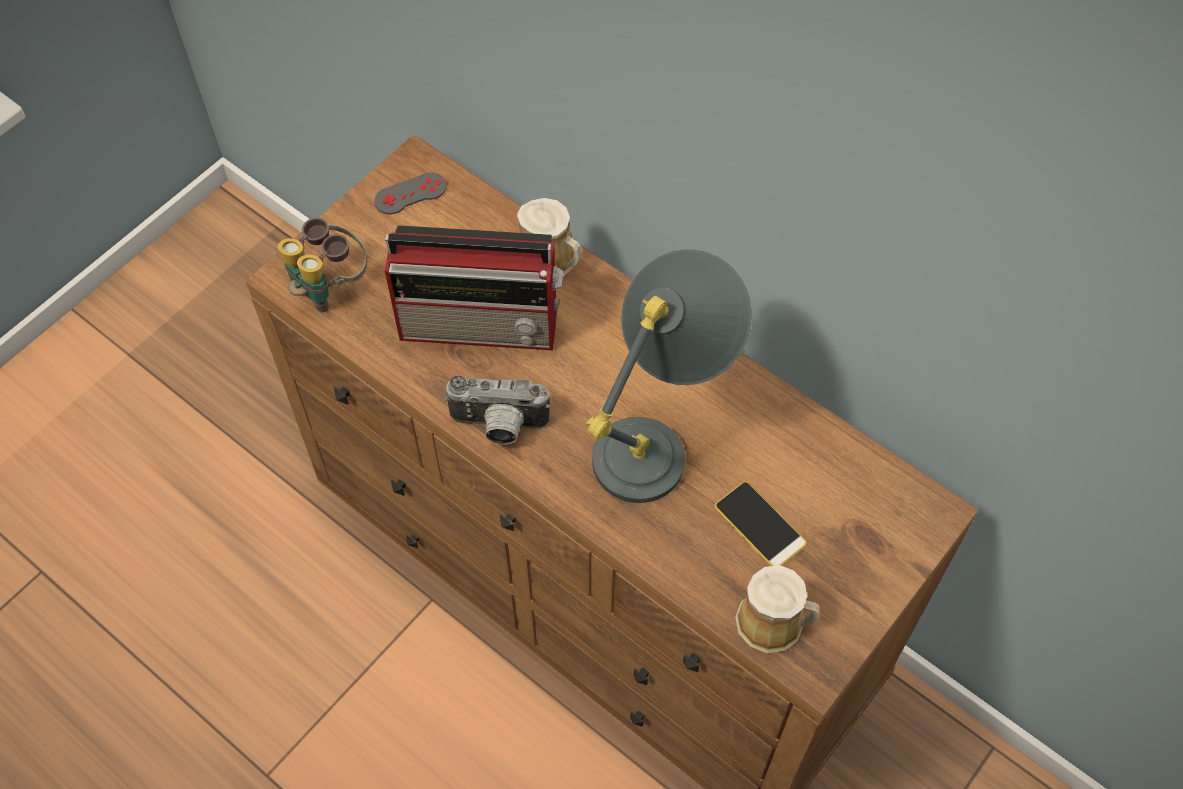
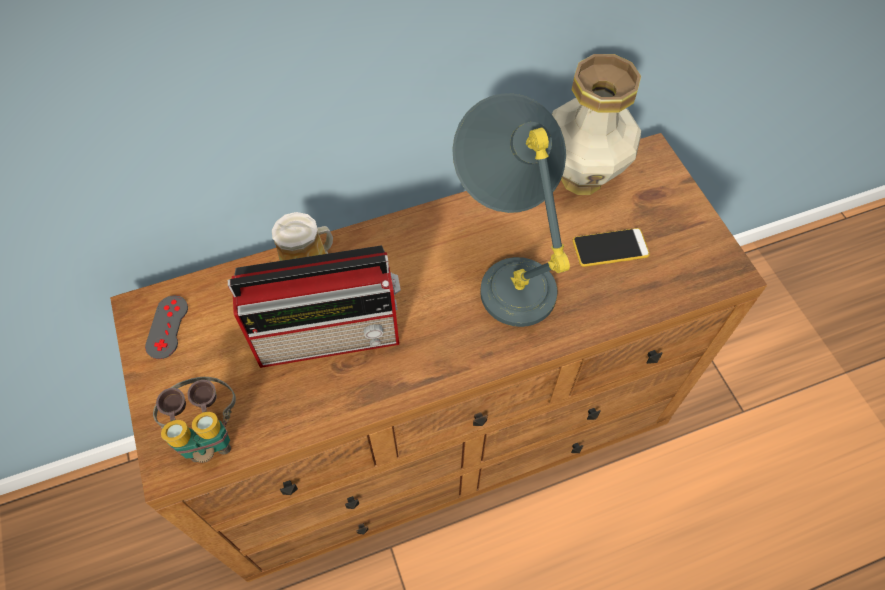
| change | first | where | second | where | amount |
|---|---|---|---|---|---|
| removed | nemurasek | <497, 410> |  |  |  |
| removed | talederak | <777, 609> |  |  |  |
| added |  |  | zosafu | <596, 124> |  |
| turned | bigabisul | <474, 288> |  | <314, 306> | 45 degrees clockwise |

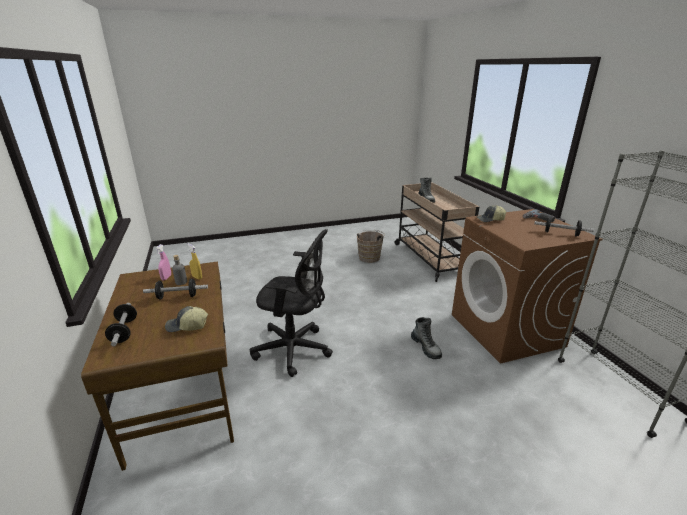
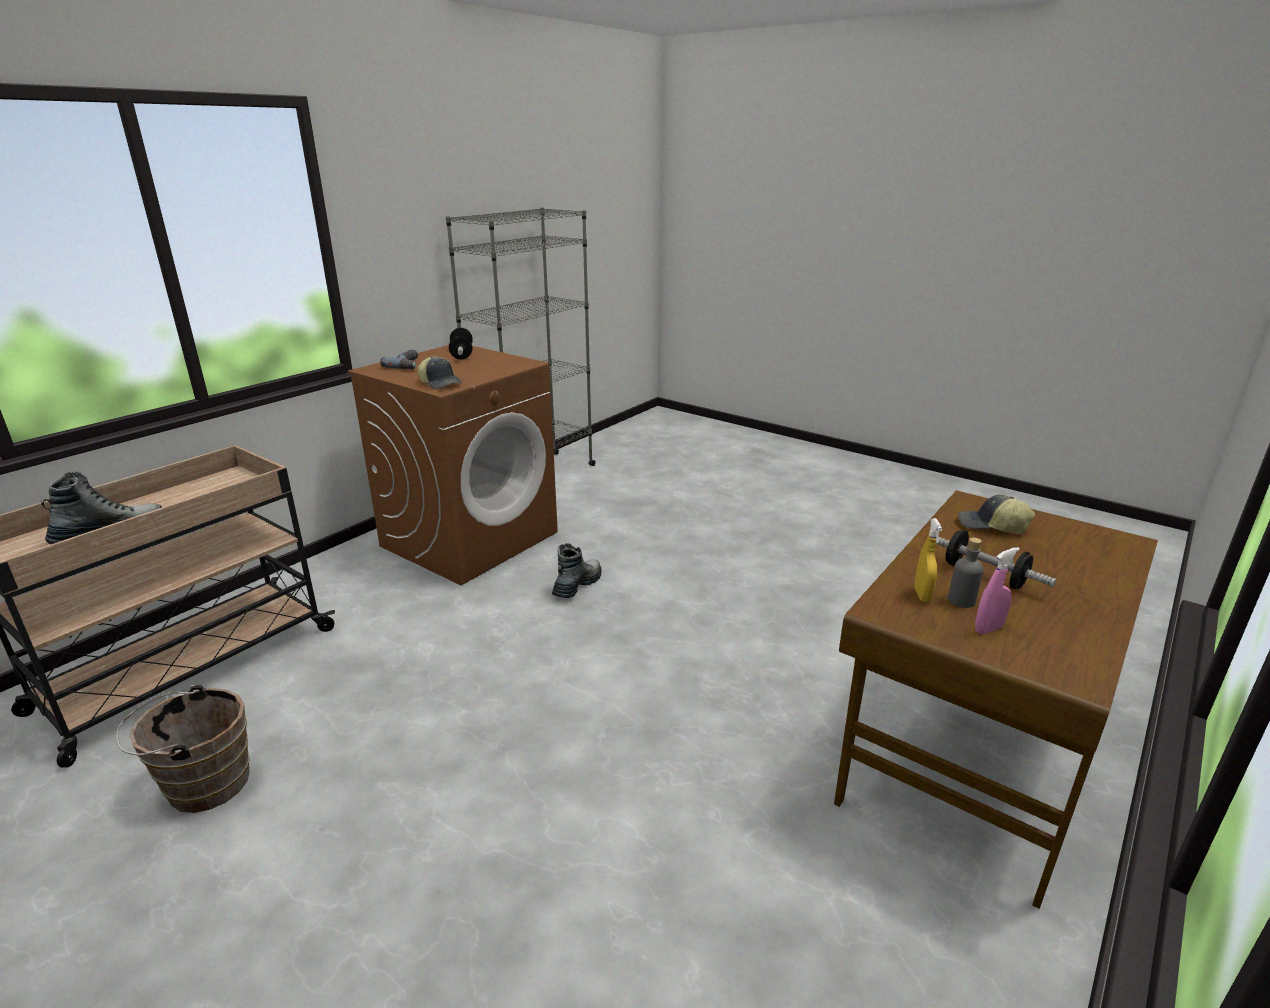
| change | first | where | second | where | amount |
|---|---|---|---|---|---|
| removed | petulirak | <121, 324> |  |  |  |
| removed | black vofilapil | <291, 303> |  |  |  |
| turned | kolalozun | <186, 319> |  | <996, 514> | 150 degrees clockwise |

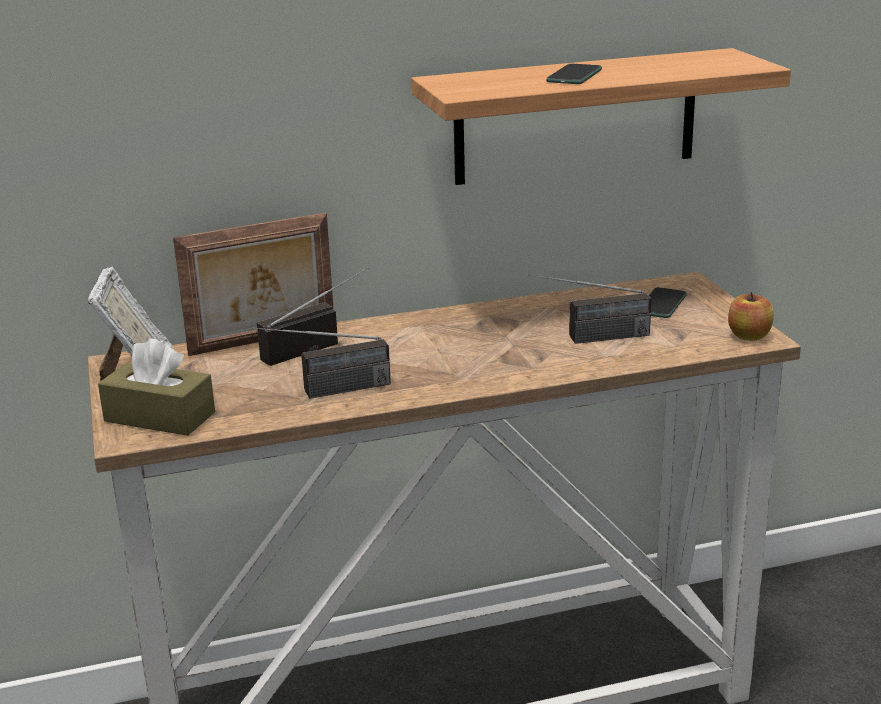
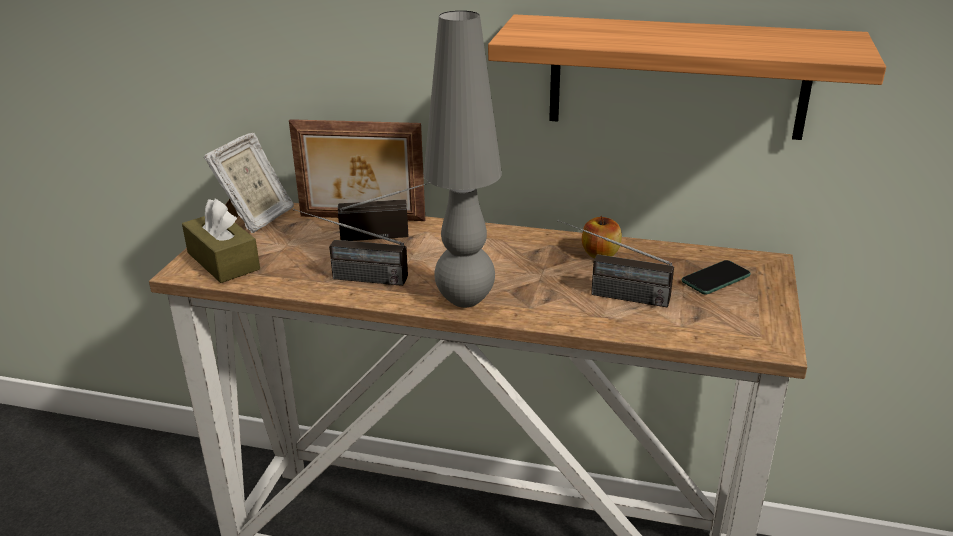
| change | first | where | second | where | amount |
|---|---|---|---|---|---|
| removed | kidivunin | <574, 74> |  |  |  |
| added |  |  | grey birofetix | <463, 159> |  |
| moved | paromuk | <751, 316> |  | <602, 237> |  |

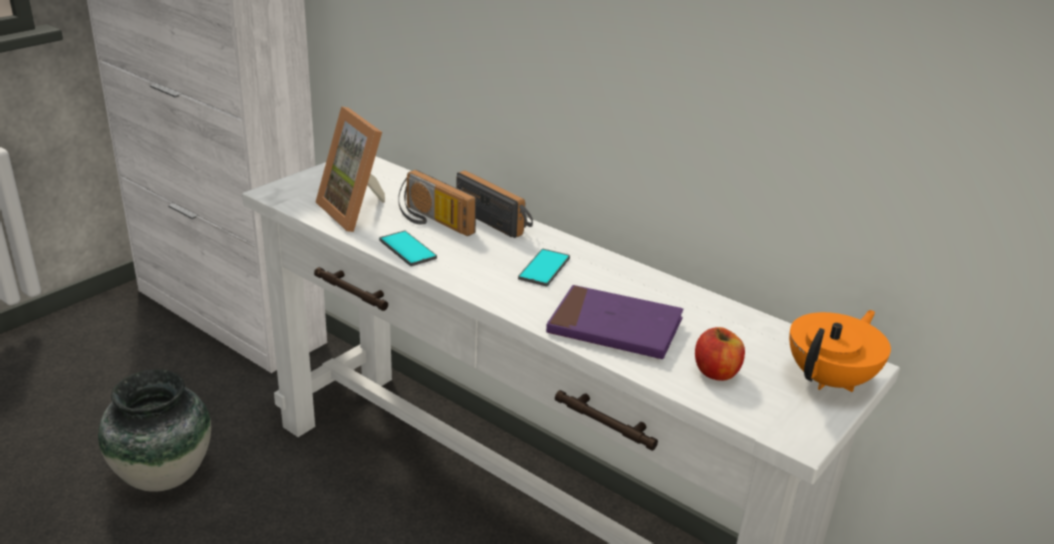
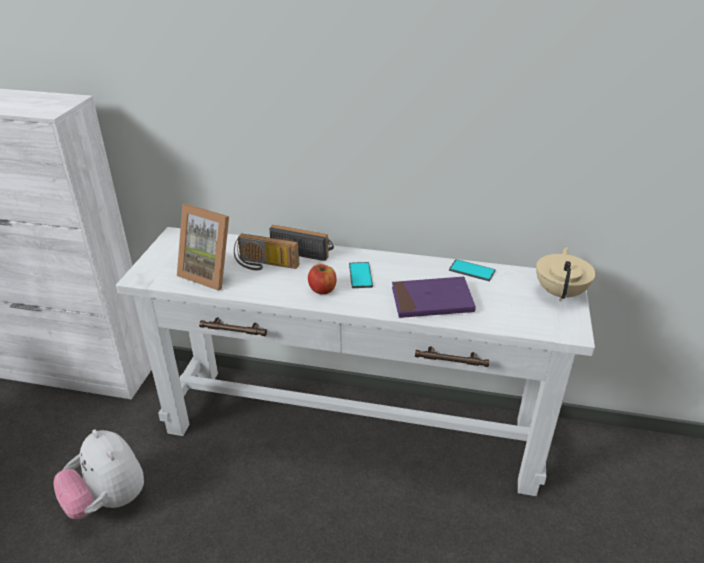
| change | first | where | second | where | amount |
|---|---|---|---|---|---|
| moved | kidivunin | <408, 248> |  | <472, 270> |  |
| moved | paromuk | <720, 354> |  | <322, 279> |  |
| replaced | zosafu | <154, 430> | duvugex | <98, 474> |  |
| recoloured | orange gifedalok | <840, 351> | beige gifedalok | <566, 273> |  |

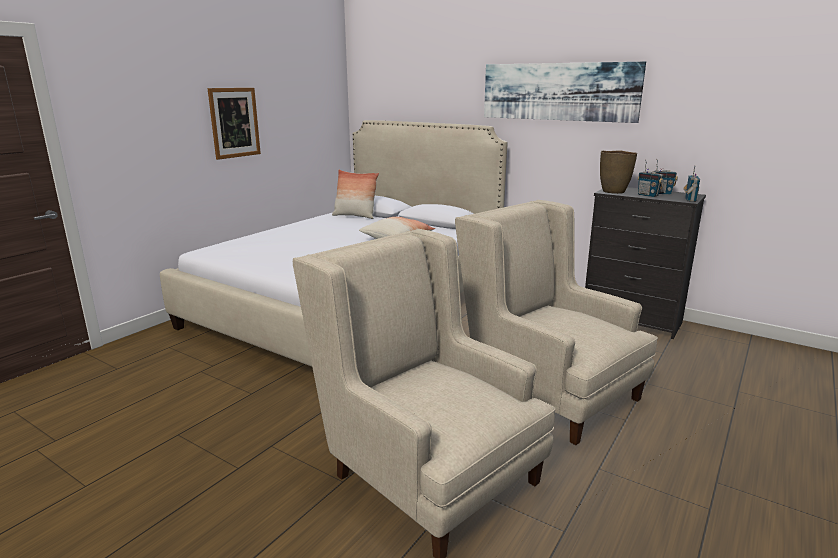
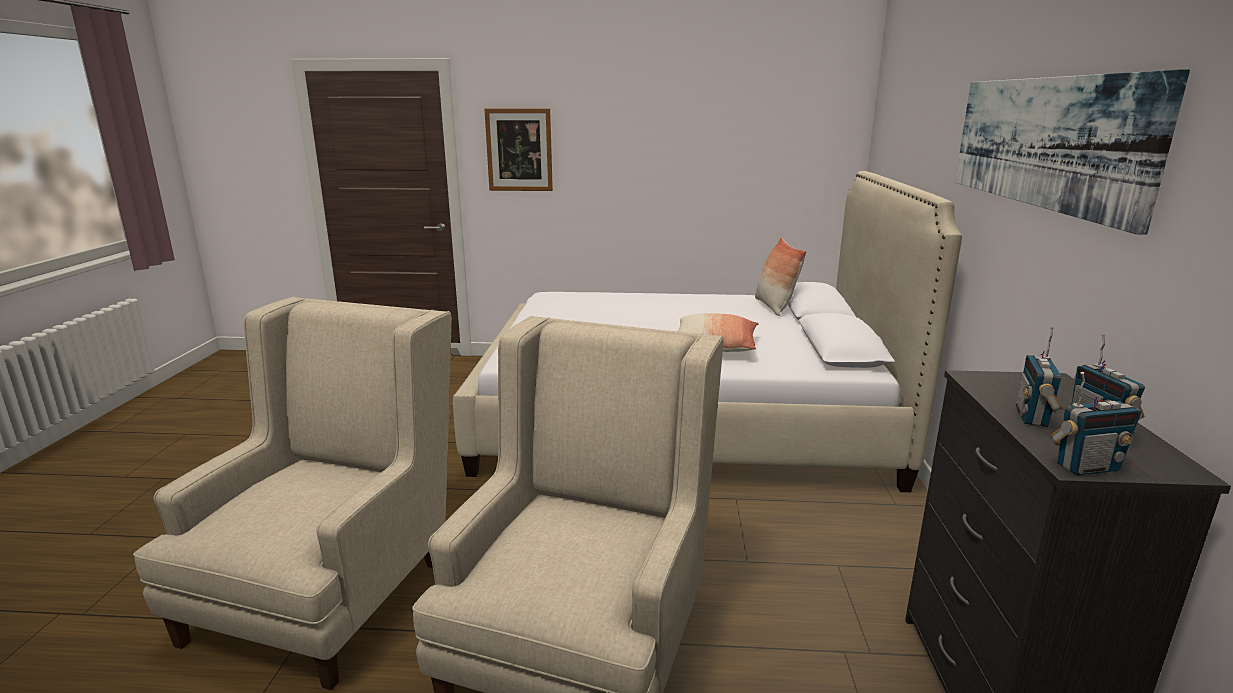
| change | first | where | second | where | amount |
|---|---|---|---|---|---|
| removed | brown zosafu | <618, 172> |  |  |  |
| moved | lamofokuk | <234, 124> |  | <518, 149> |  |

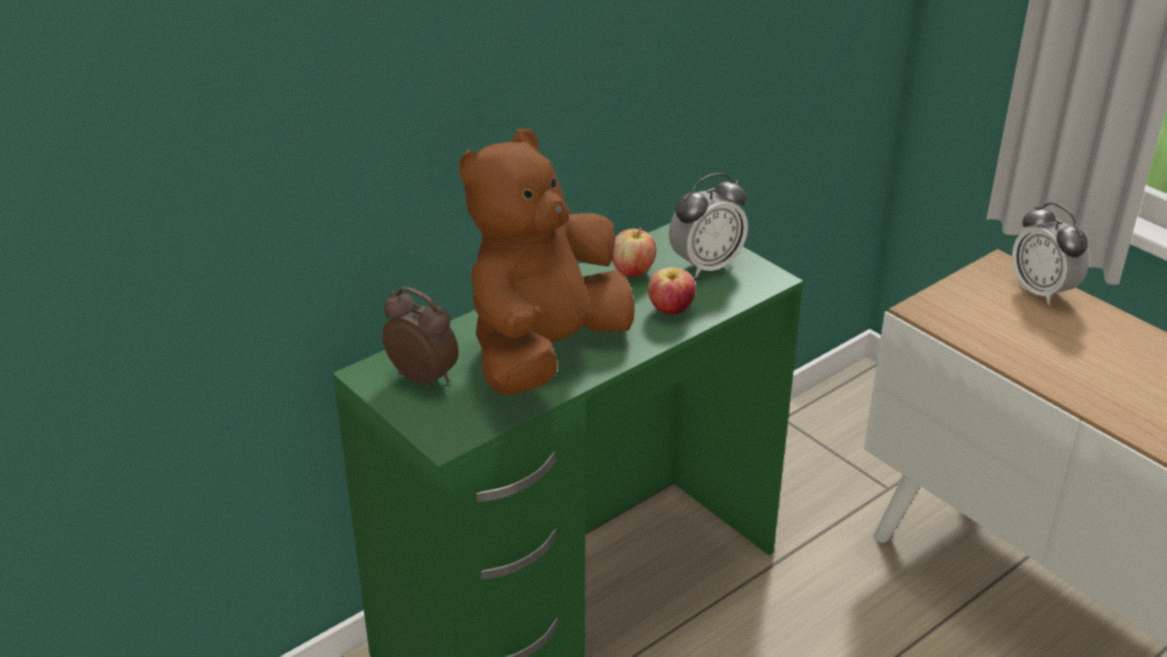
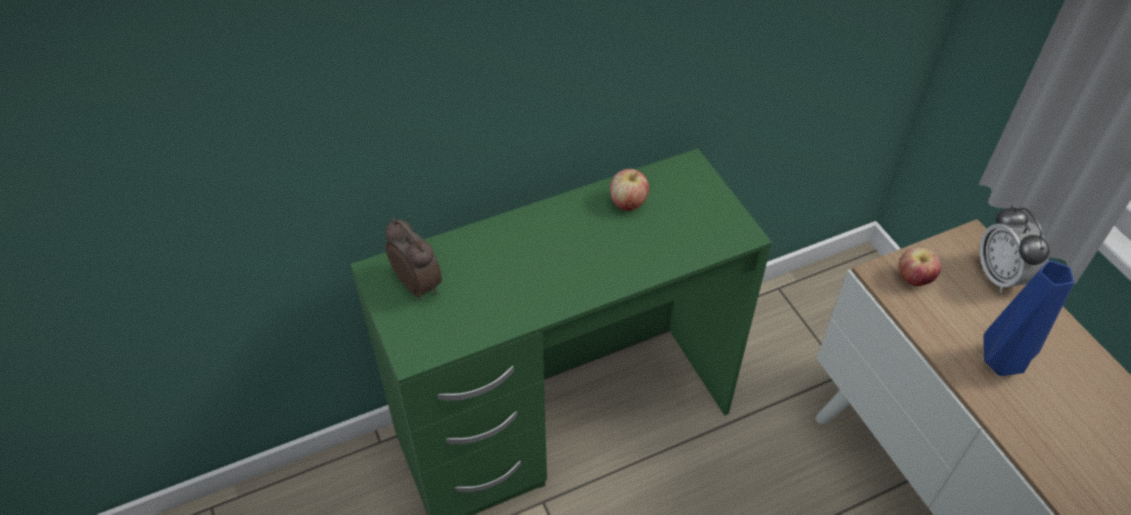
| change | first | where | second | where | amount |
|---|---|---|---|---|---|
| removed | brown duvugex | <547, 262> |  |  |  |
| removed | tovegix | <708, 225> |  |  |  |
| added |  |  | blue zosafu | <1029, 318> |  |
| moved | paromuk | <672, 291> |  | <920, 266> |  |

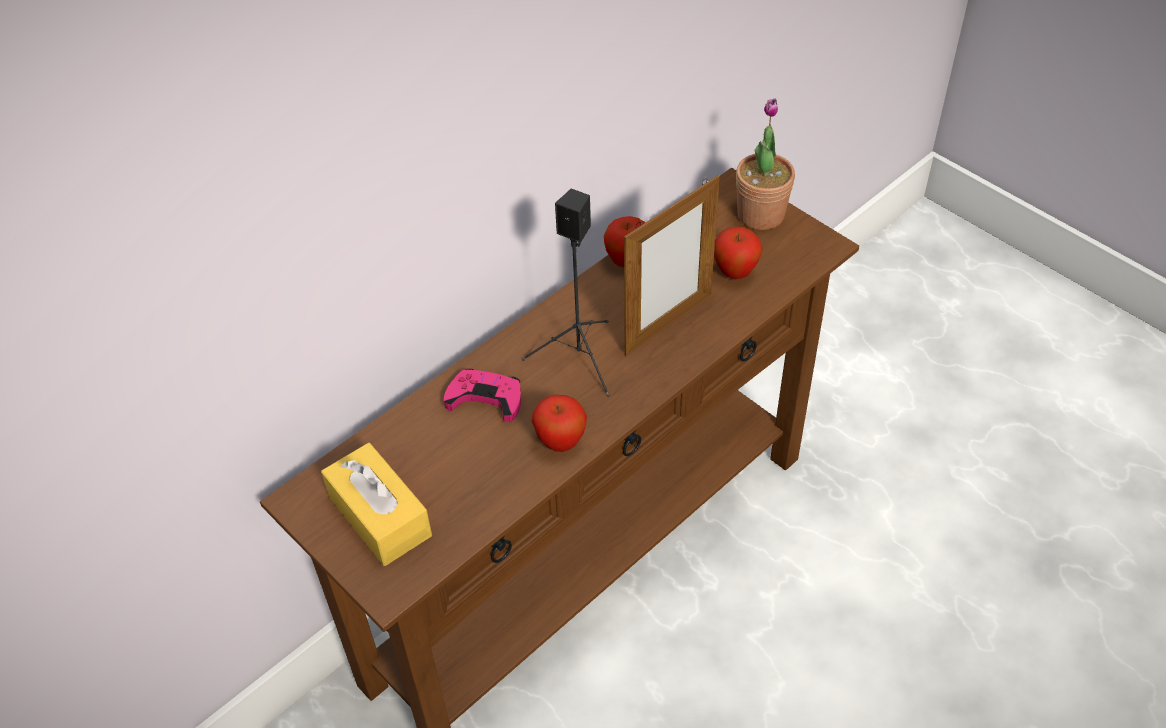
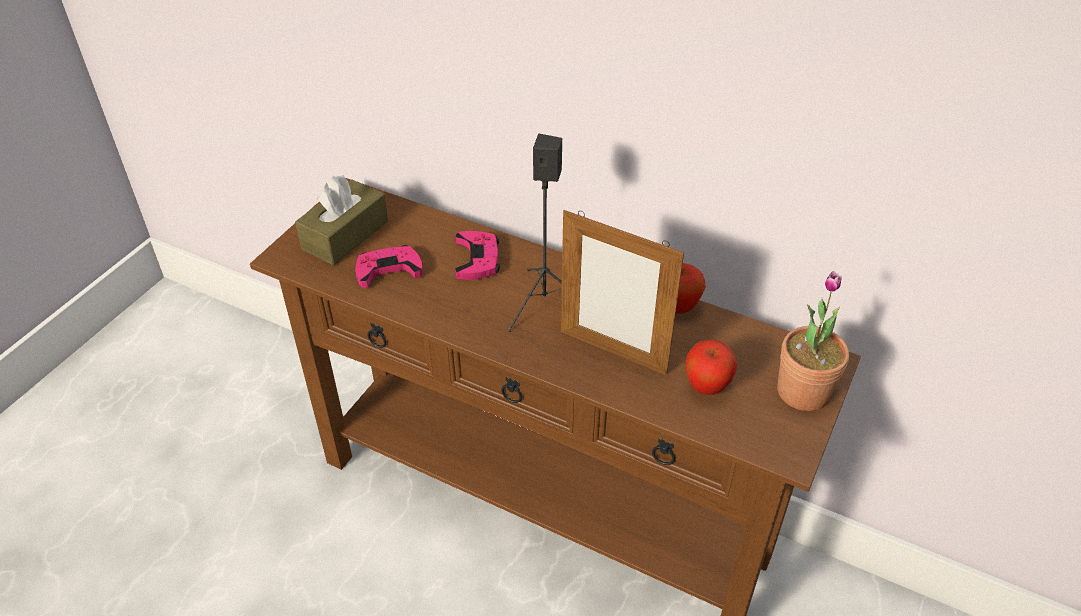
| change | first | where | second | where | amount |
|---|---|---|---|---|---|
| removed | paromuk | <559, 423> |  |  |  |
| added |  |  | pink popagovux | <389, 266> |  |
| recoloured | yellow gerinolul | <376, 504> | brown gerinolul | <341, 220> |  |

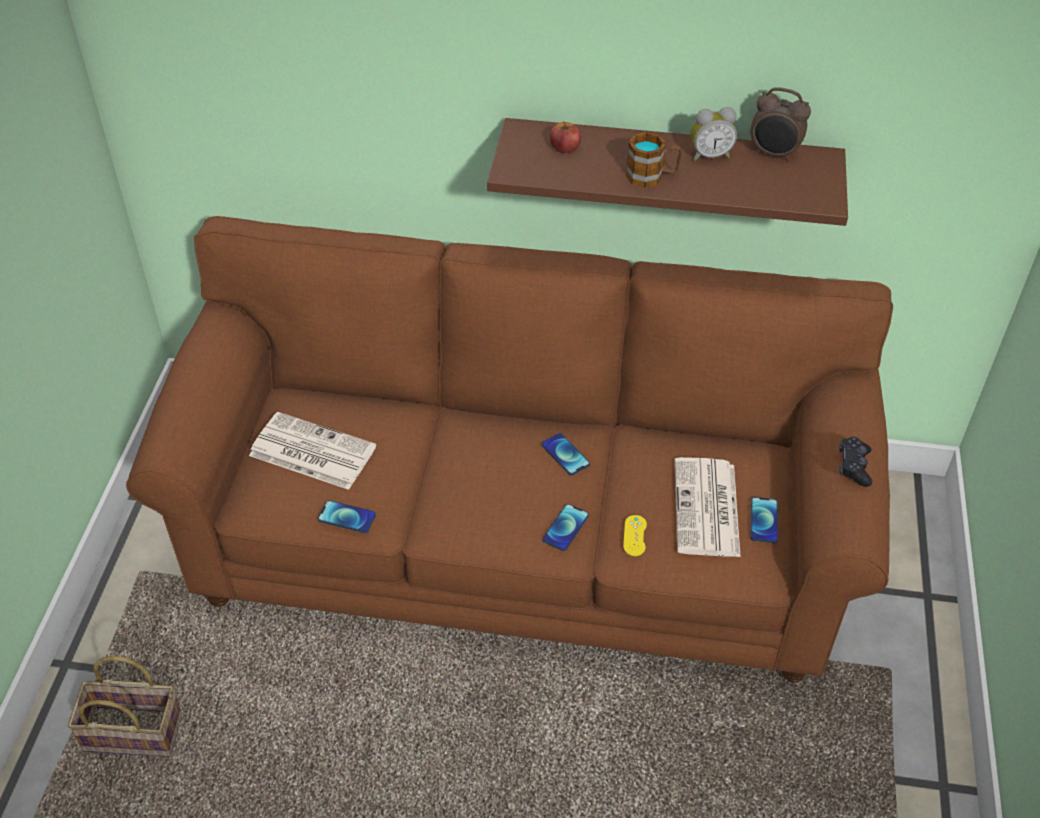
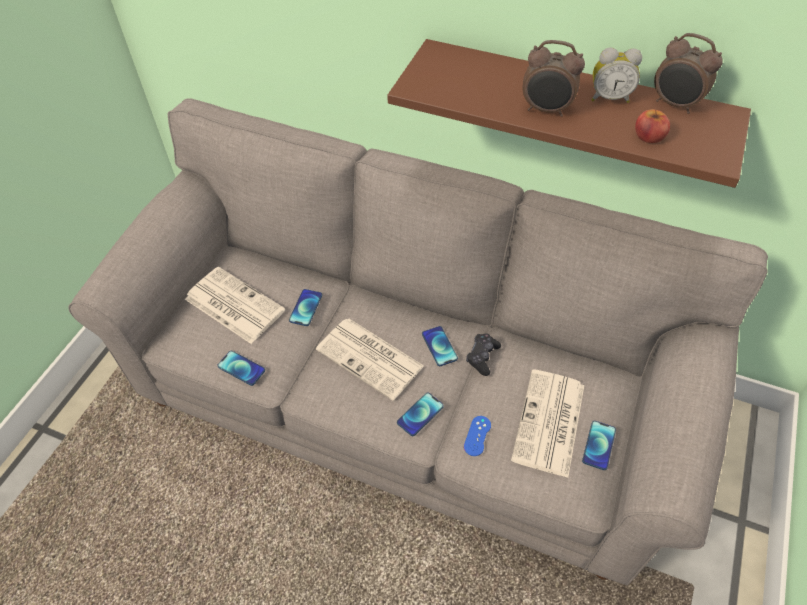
| change | first | where | second | where | amount |
|---|---|---|---|---|---|
| removed | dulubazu | <125, 706> |  |  |  |
| added |  |  | kidivunin | <305, 307> |  |
| added |  |  | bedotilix | <370, 360> |  |
| moved | paromuk | <565, 137> |  | <652, 126> |  |
| moved | black popagovux | <855, 462> |  | <483, 354> |  |
| replaced | talederak | <654, 160> | tovegix | <554, 78> |  |
| recoloured | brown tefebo | <509, 449> | grey tefebo | <418, 342> |  |
| recoloured | yellow popagovux | <635, 535> | blue popagovux | <477, 436> |  |

